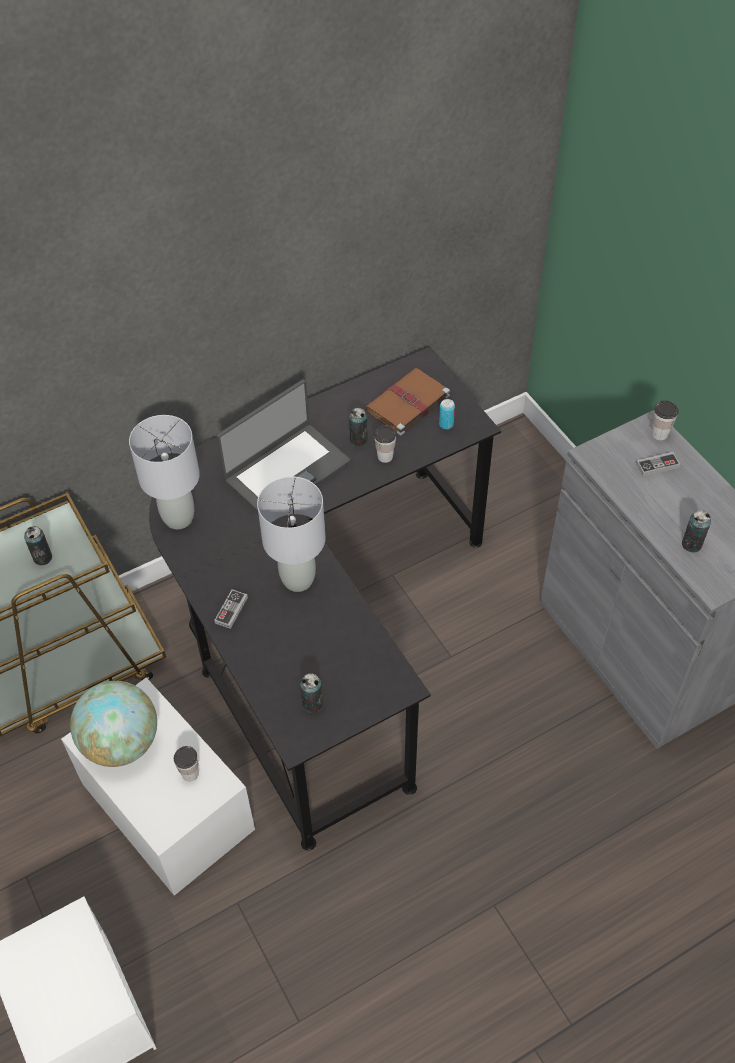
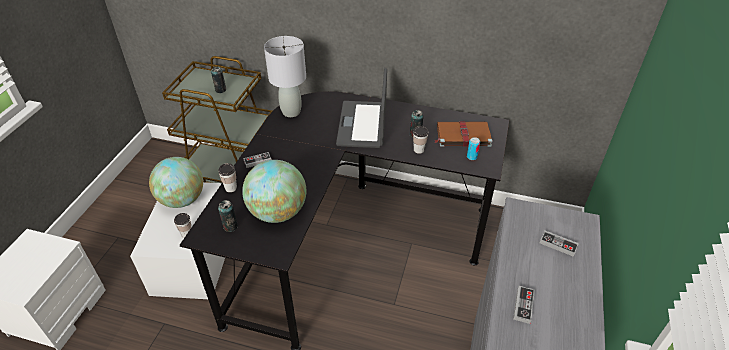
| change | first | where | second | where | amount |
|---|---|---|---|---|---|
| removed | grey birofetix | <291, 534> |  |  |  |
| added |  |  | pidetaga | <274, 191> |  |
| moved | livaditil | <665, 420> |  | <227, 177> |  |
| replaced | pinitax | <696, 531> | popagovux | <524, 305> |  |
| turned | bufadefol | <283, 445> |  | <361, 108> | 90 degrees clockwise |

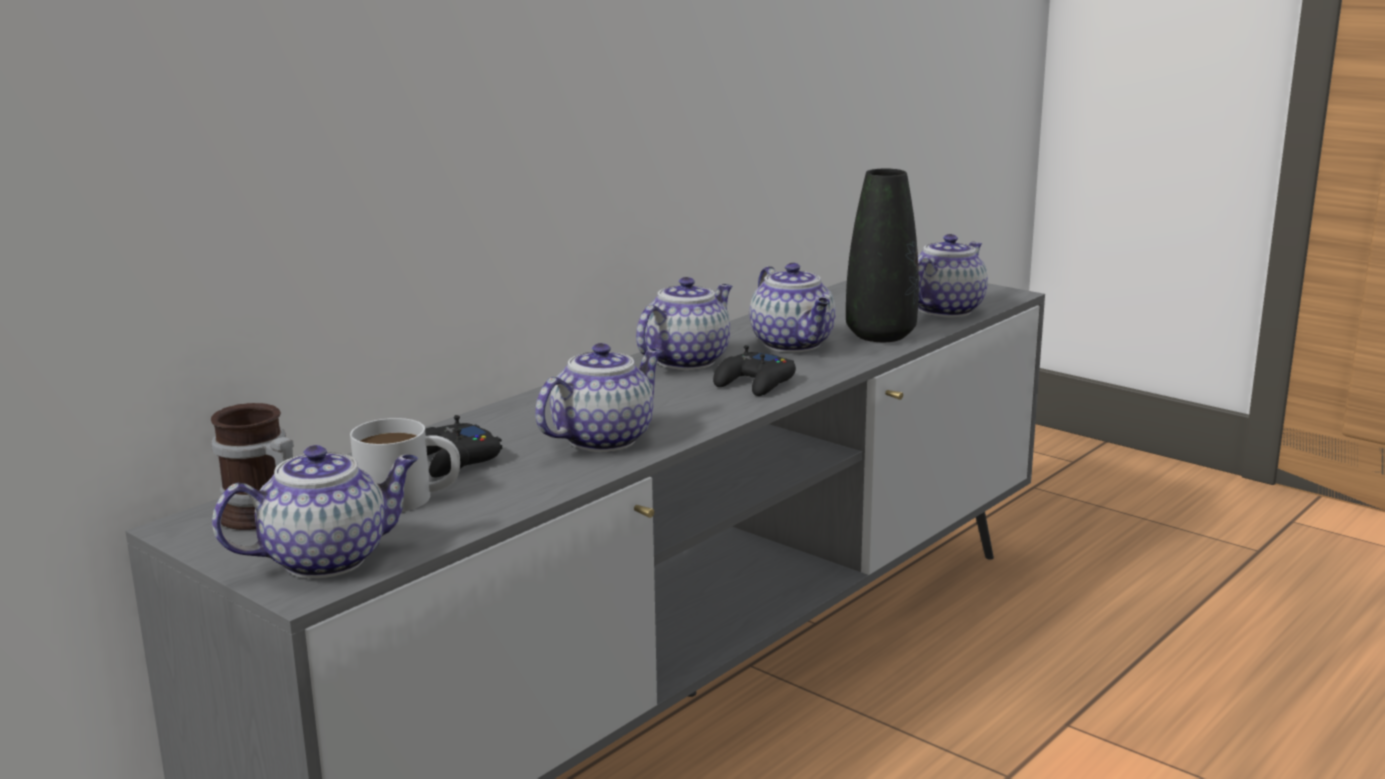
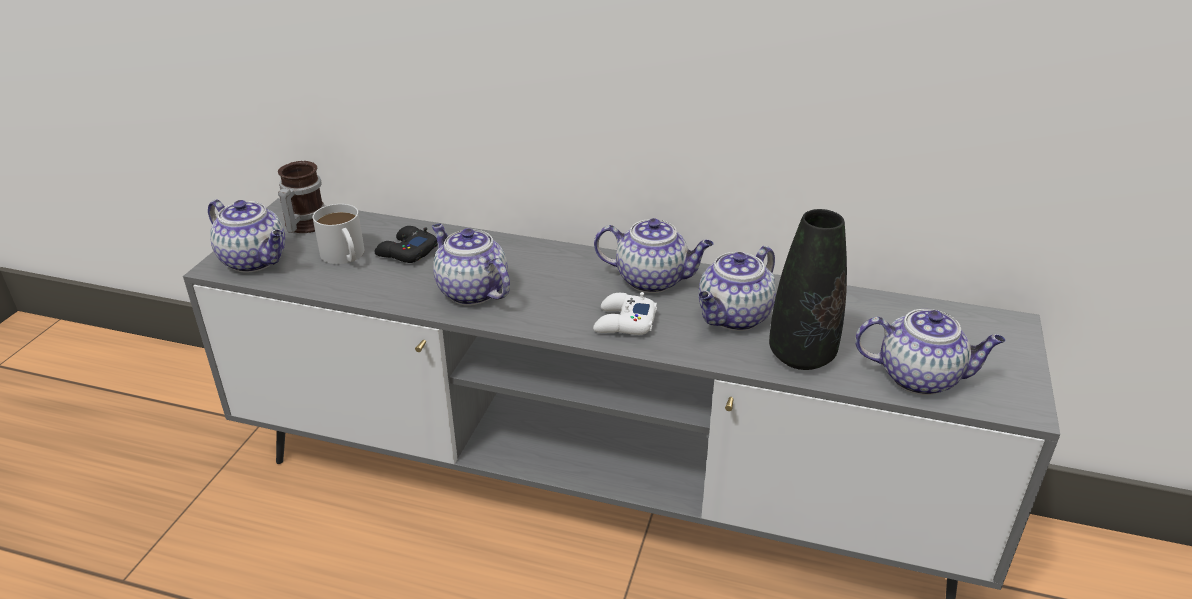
| change | first | where | second | where | amount |
|---|---|---|---|---|---|
| recoloured | black popagovux | <754, 370> | white popagovux | <625, 313> |  |
| turned | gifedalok | <599, 397> |  | <471, 265> | 150 degrees counterclockwise |

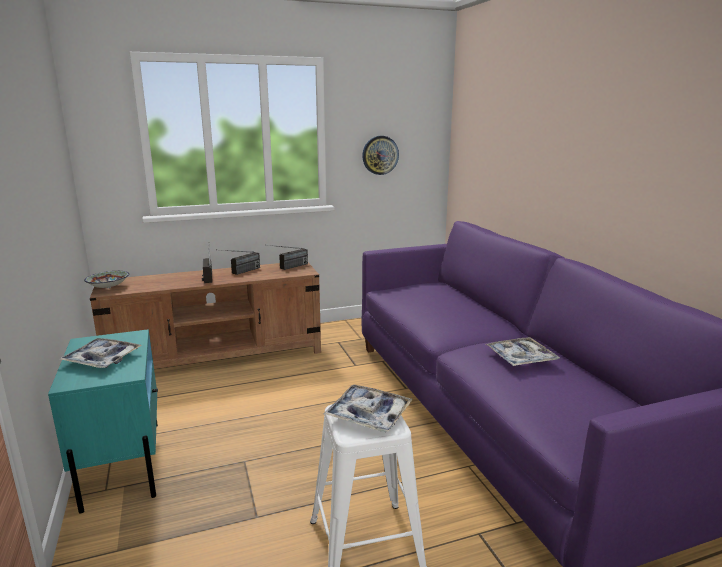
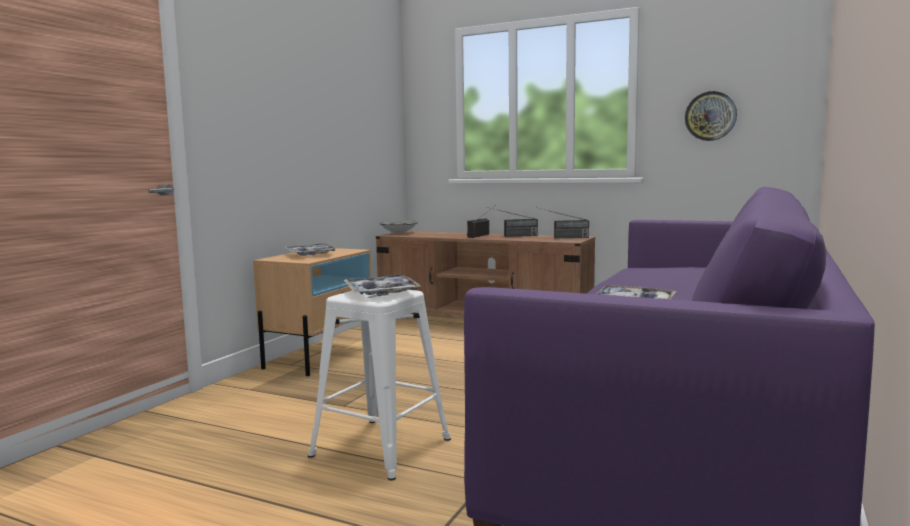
| change | first | where | second | where | amount |
|---|---|---|---|---|---|
| recoloured | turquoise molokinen | <103, 421> | beige molokinen | <312, 312> |  |

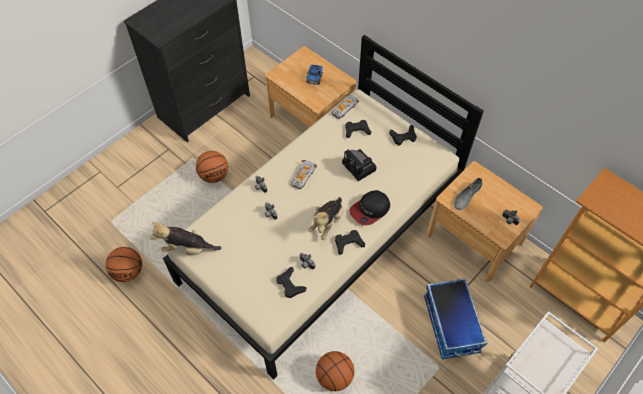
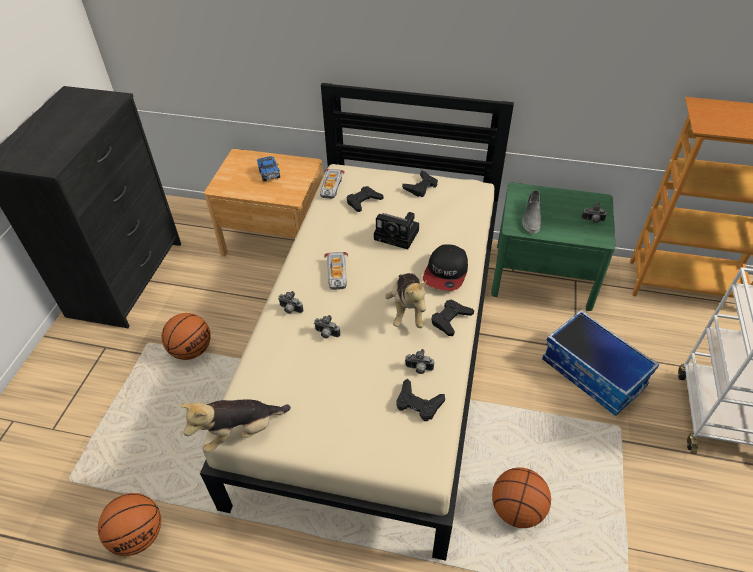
| change | first | where | second | where | amount |
|---|---|---|---|---|---|
| recoloured | brown molokinen | <484, 221> | green molokinen | <553, 246> |  |

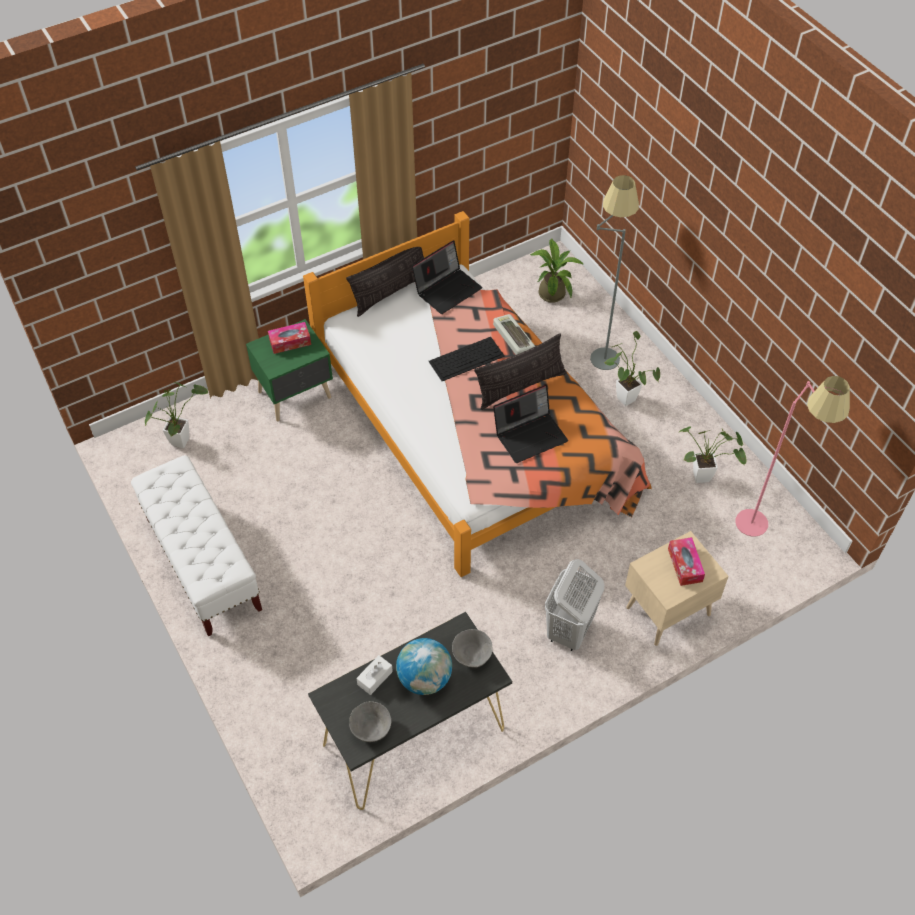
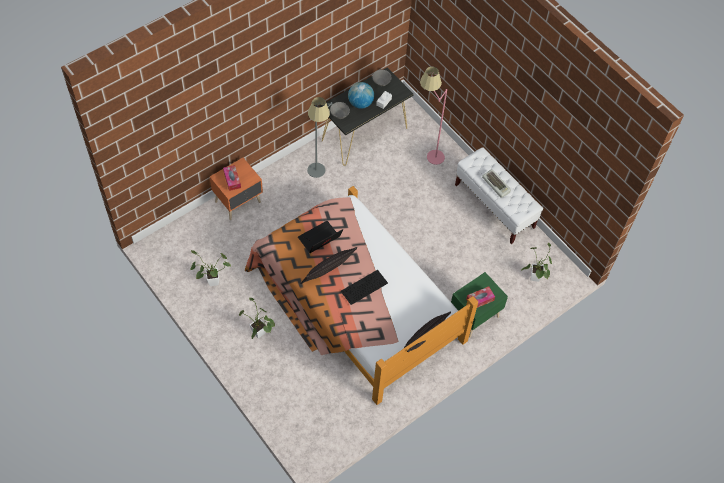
| change | first | where | second | where | amount |
|---|---|---|---|---|---|
| removed | bufadefol | <447, 277> |  |  |  |
| removed | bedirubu | <557, 271> |  |  |  |
| removed | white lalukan | <575, 605> |  |  |  |
| moved | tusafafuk | <514, 334> |  | <496, 183> |  |
| moved | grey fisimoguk | <614, 272> |  | <319, 137> |  |
| moved | pink fisimoguk | <792, 456> |  | <433, 116> |  |
| recoloured | beige molokinen | <677, 588> | orange molokinen | <236, 189> |  |

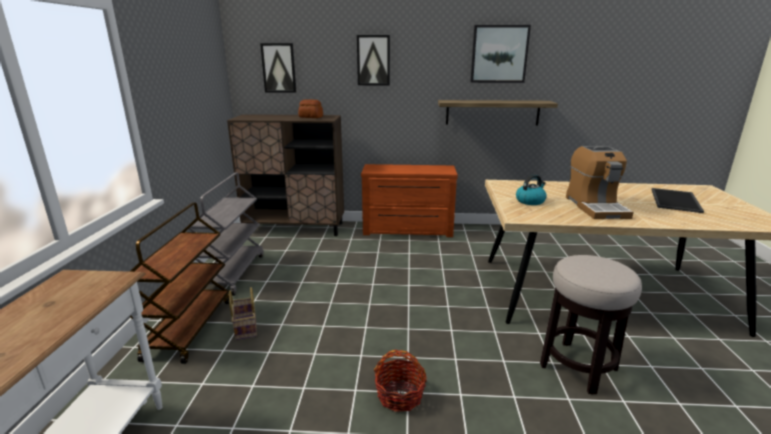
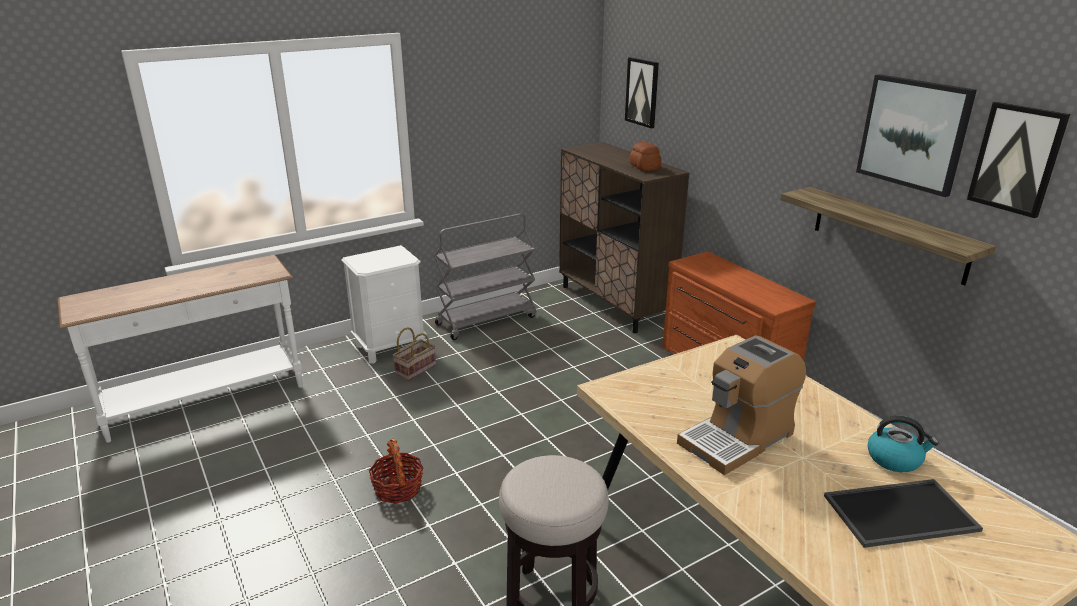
| change | first | where | second | where | amount |
|---|---|---|---|---|---|
| moved | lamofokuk | <373, 60> |  | <1018, 160> |  |
| moved | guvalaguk | <531, 189> |  | <903, 444> |  |
| replaced | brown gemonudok | <179, 283> | white molokinen | <384, 304> |  |

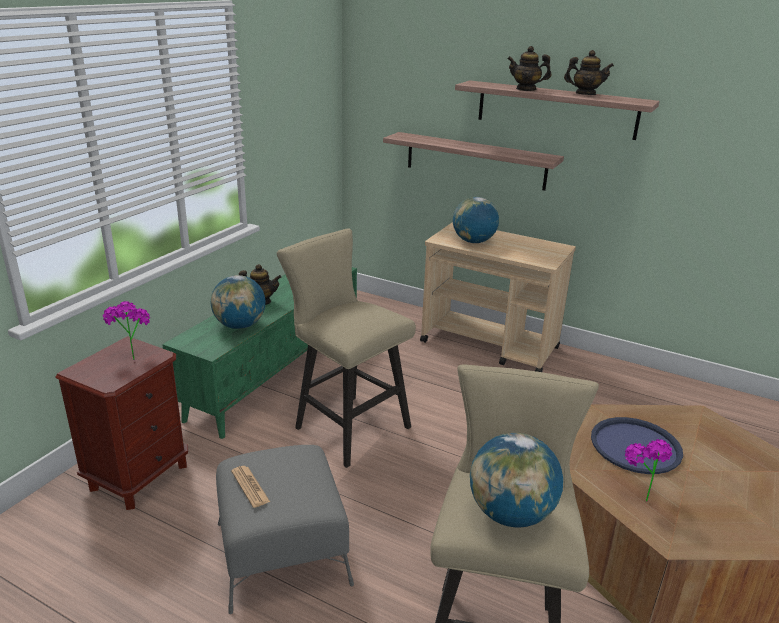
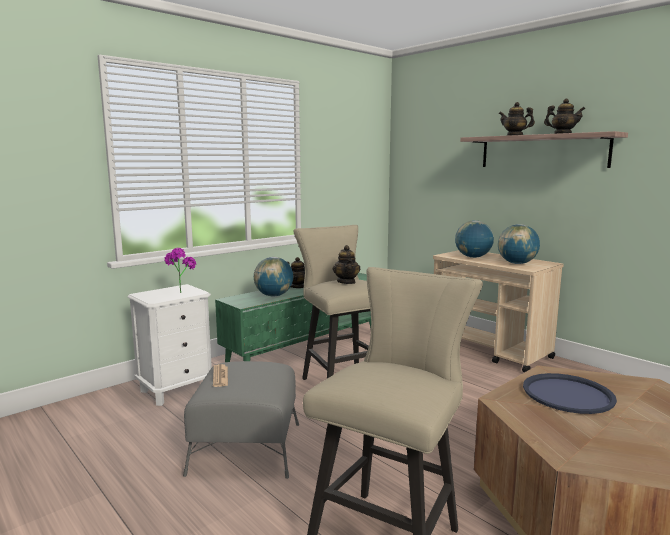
| change | first | where | second | where | amount |
|---|---|---|---|---|---|
| removed | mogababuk | <473, 161> |  |  |  |
| removed | bedirubu | <648, 470> |  |  |  |
| added |  |  | gifedalok | <346, 264> |  |
| moved | pidetaga | <516, 480> |  | <519, 244> |  |
| recoloured | brown molokinen | <121, 423> | white molokinen | <170, 345> |  |

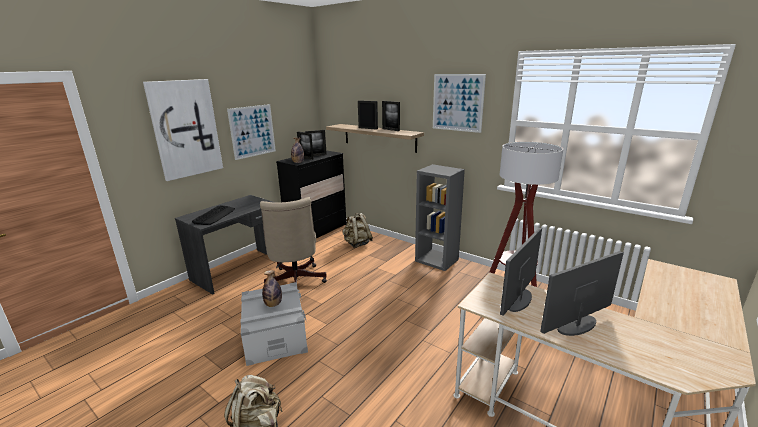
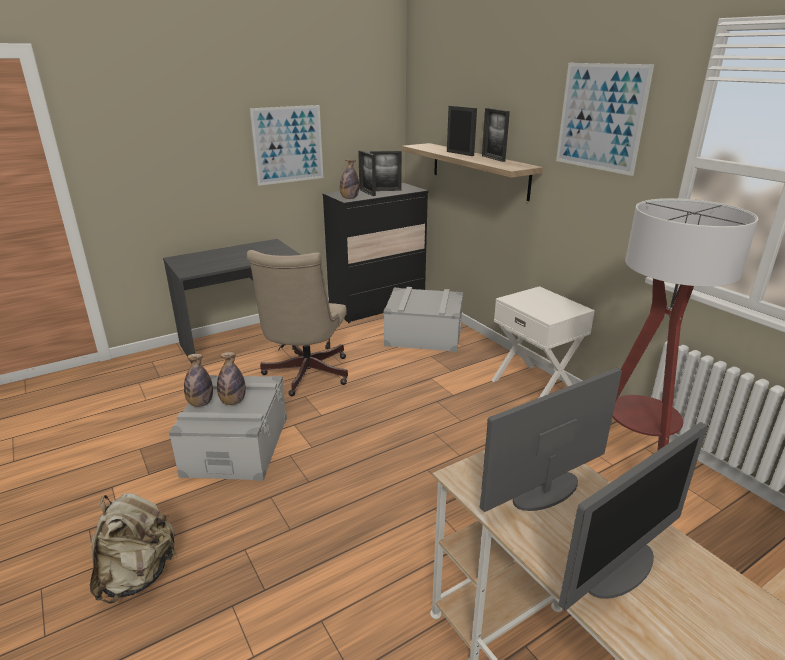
| change | first | where | second | where | amount |
|---|---|---|---|---|---|
| removed | lamofokuk | <183, 130> |  |  |  |
| removed | tusafafuk | <213, 215> |  |  |  |
| added |  |  | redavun | <198, 380> |  |
| replaced | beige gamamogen | <357, 230> | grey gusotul | <423, 319> |  |
| replaced | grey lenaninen | <440, 217> | white molokinen | <543, 342> |  |
| turned | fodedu | <582, 293> |  | <633, 516> | 150 degrees clockwise |

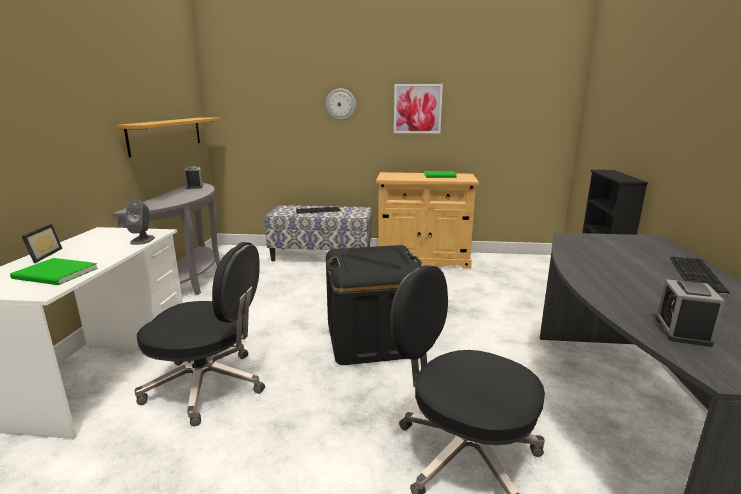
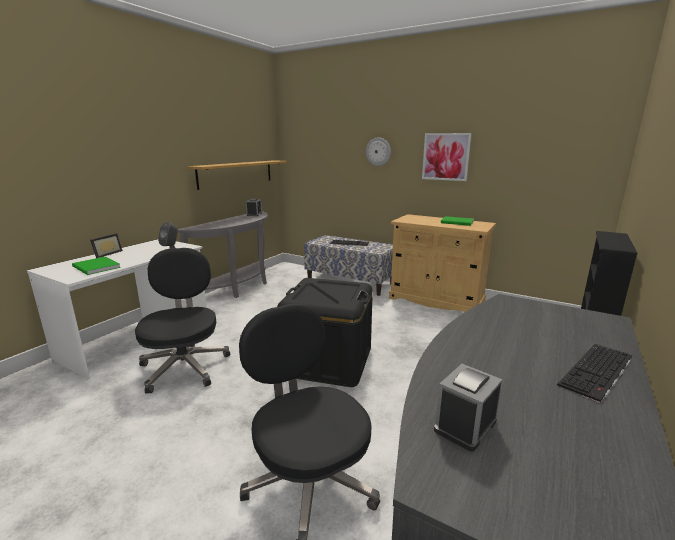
| change | first | where | second | where | amount |
|---|---|---|---|---|---|
| turned | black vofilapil | <199, 334> |  | <182, 320> | 135 degrees counterclockwise |

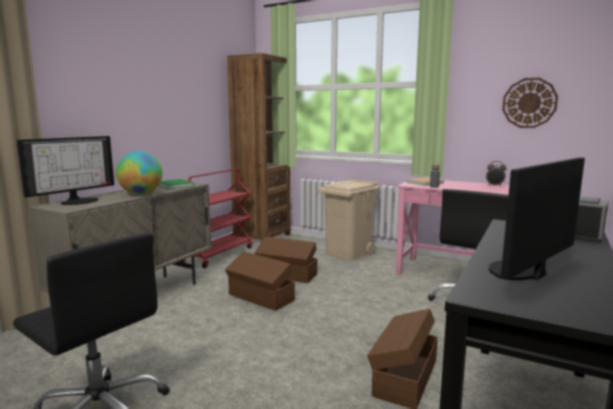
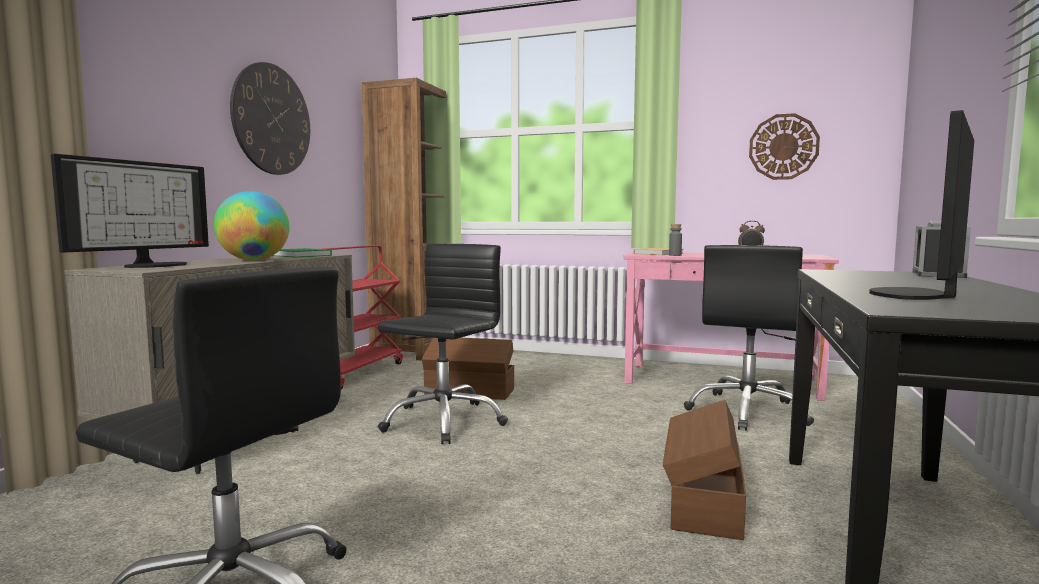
| change | first | where | second | where | amount |
|---|---|---|---|---|---|
| removed | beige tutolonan | <347, 219> |  |  |  |
| added |  |  | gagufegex | <270, 118> |  |
| replaced | brown gusotul | <260, 281> | black vofilapil | <443, 344> |  |

